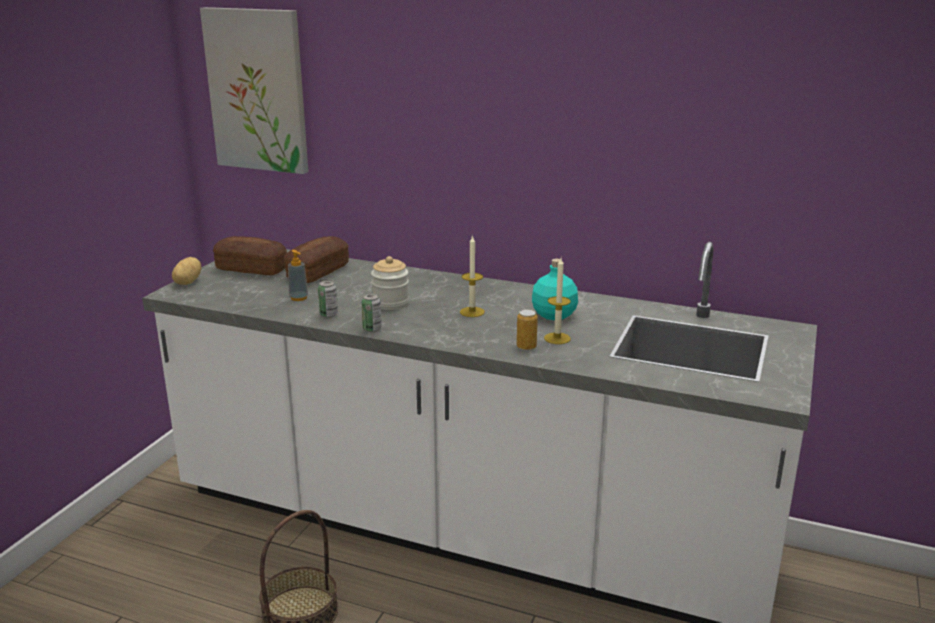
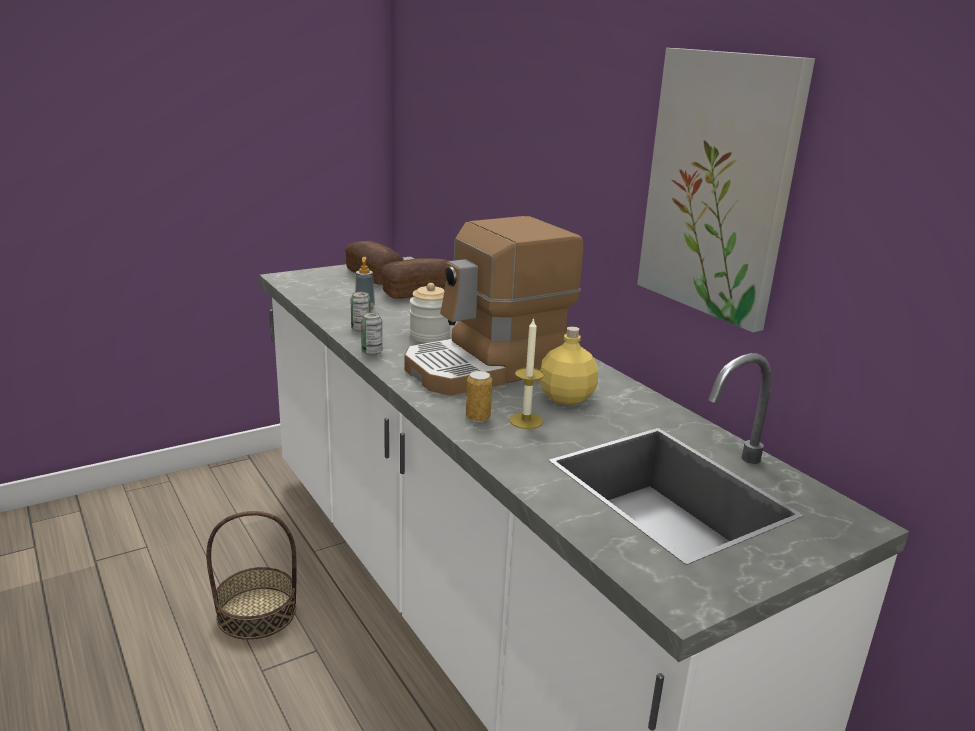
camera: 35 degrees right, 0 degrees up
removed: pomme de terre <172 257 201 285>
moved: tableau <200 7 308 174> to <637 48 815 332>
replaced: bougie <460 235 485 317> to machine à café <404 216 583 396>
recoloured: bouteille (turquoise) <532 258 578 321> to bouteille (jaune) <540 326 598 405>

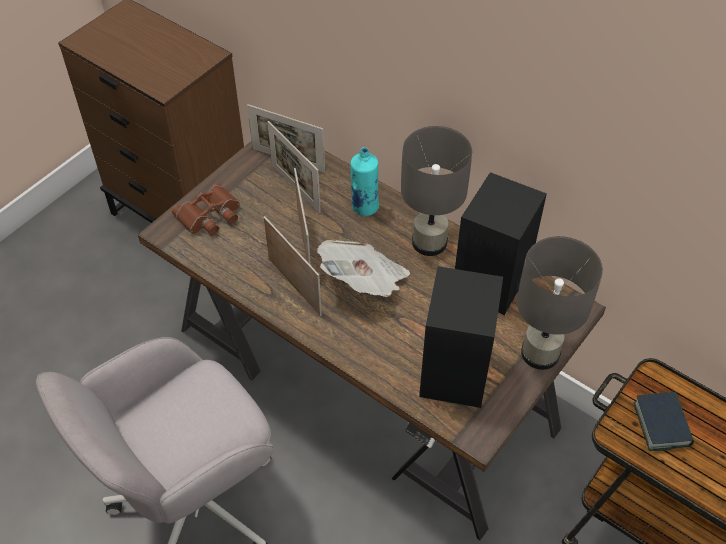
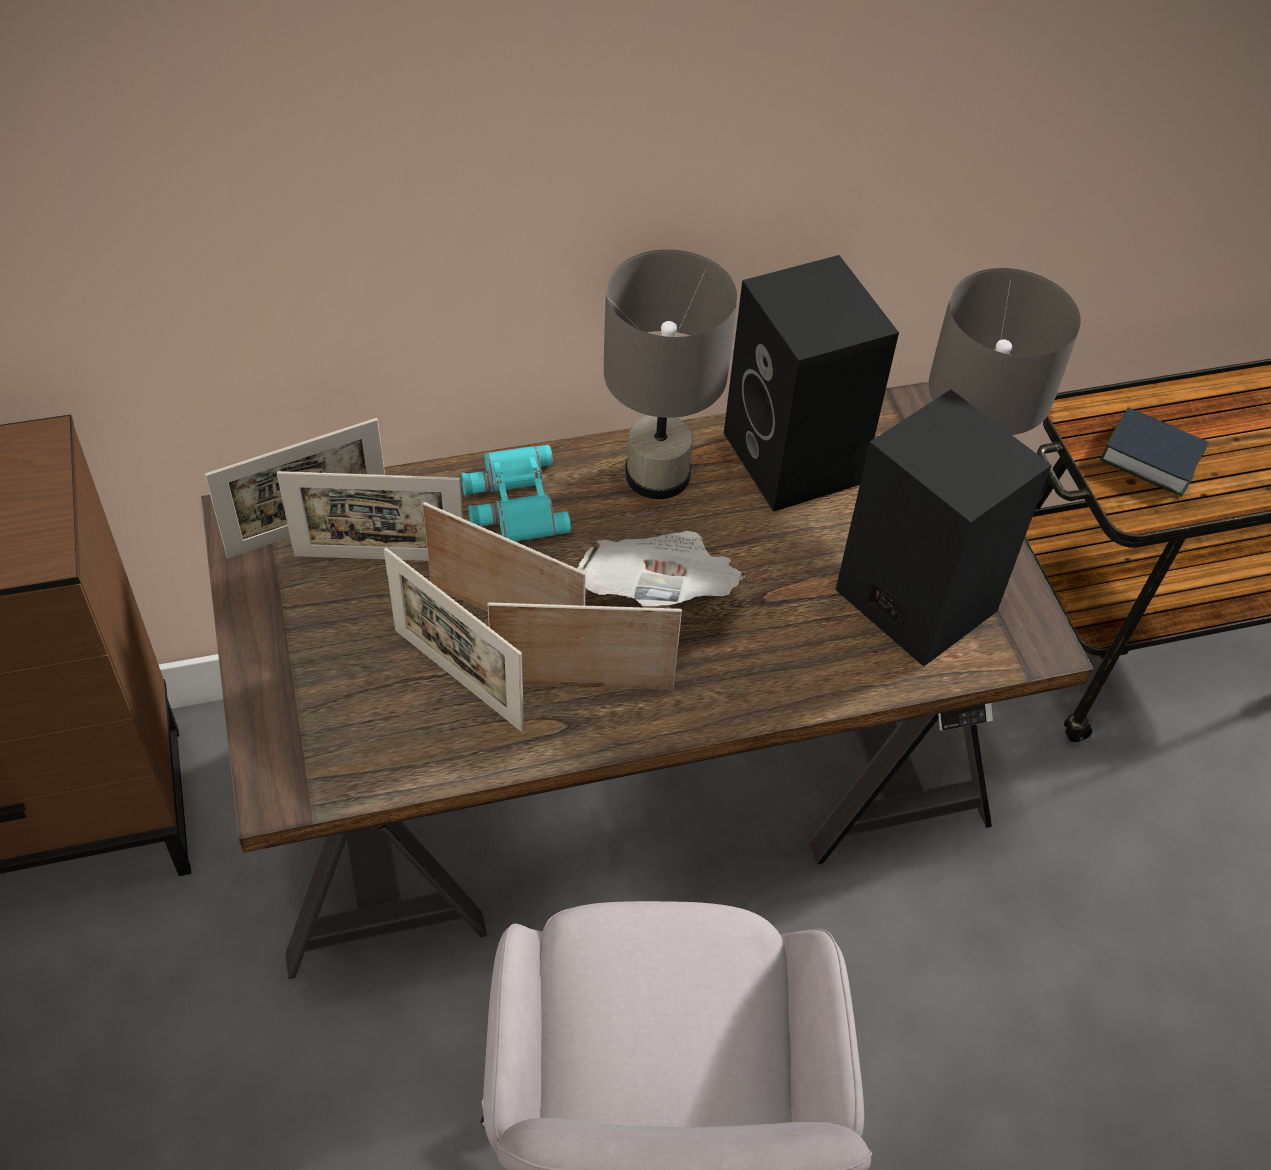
camera: 55 degrees left, 0 degrees up
removed: jumelles (marron) <172 183 240 236>
added: cadre photo <384 548 524 732>
replaced: bouteille (turquoise) <351 147 379 216> to jumelles (turquoise) <461 445 571 541>

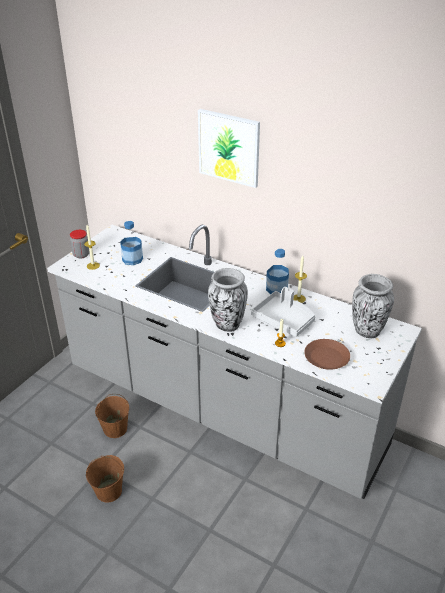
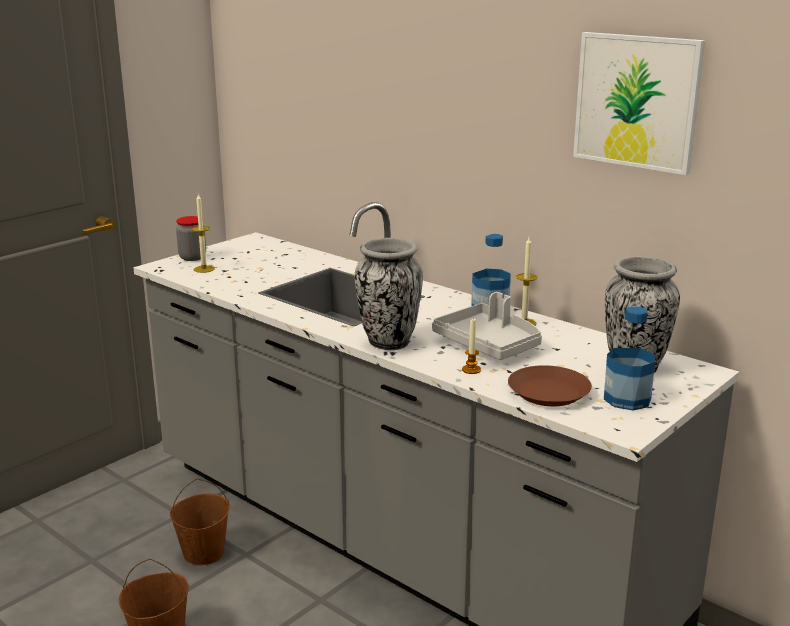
camera: 10 degrees right, 15 degrees down
moved: bouteille <120 221 143 265> to <604 307 655 410>; tableau <198 109 260 188> to <573 32 705 175>

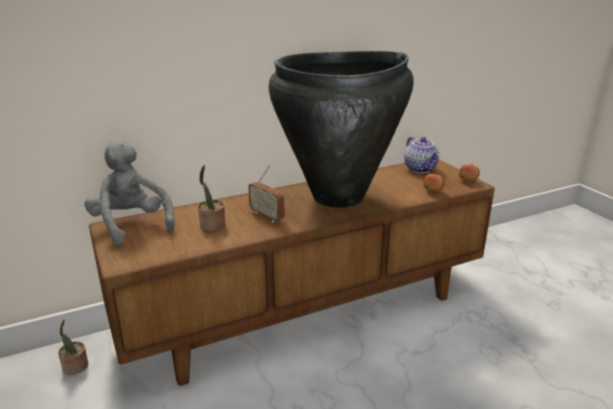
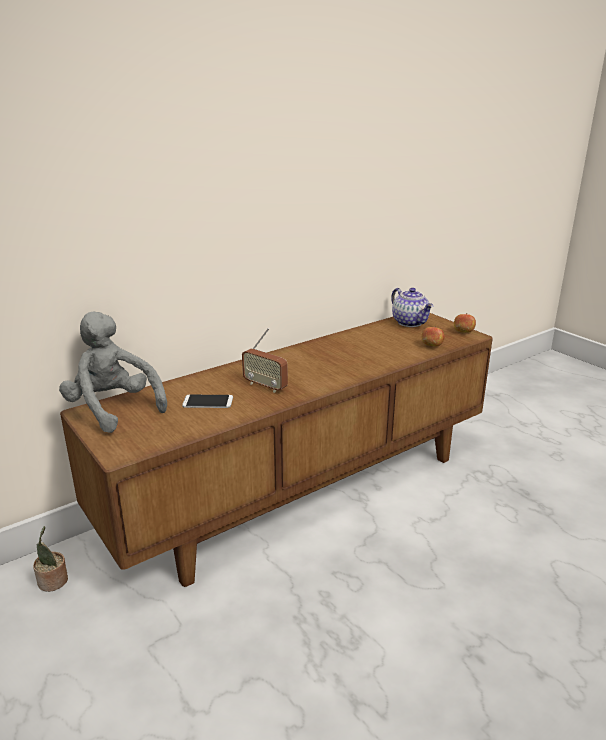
camera: 10 degrees left, 0 degrees up
removed: vase (noir) <269 51 414 208>
replaced: plante en pot <198 165 225 231> to téléphone <182 395 233 408>

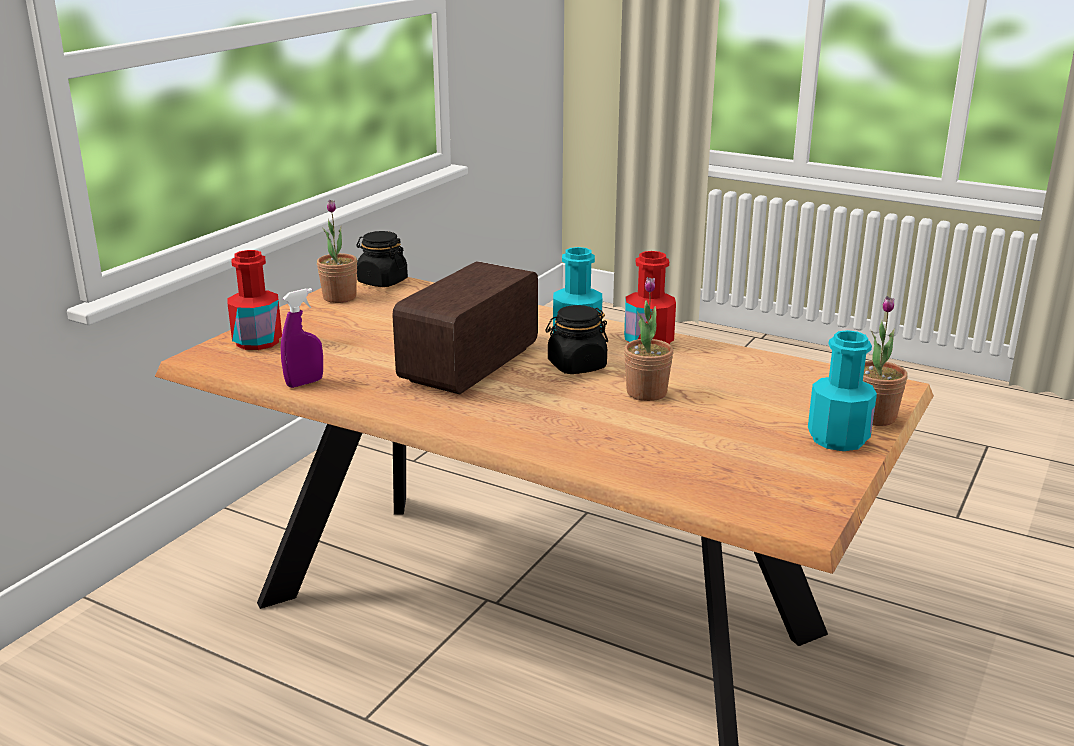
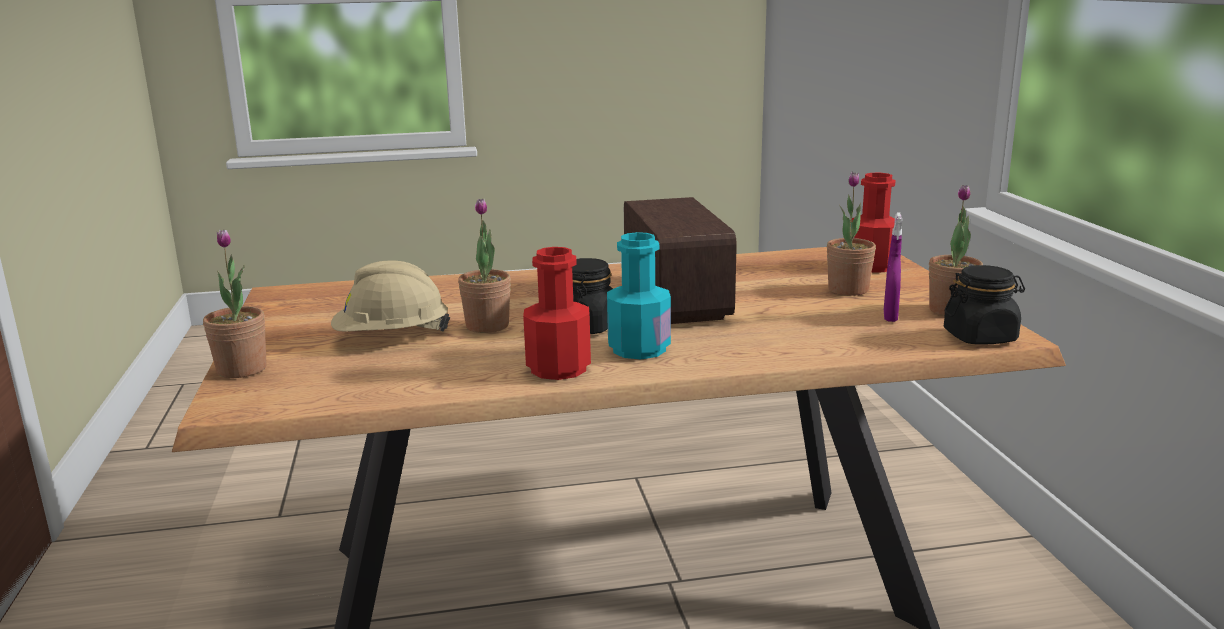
camera: 140 degrees right, 5 degrees down
removed: bouteille (turquoise) <808 330 877 451>
added: casque de chantier (beige) <331 261 450 332>; plante en pot <827 172 876 296>
moved: vaporisateur (violet) <281 288 323 388> to <884 212 902 322>

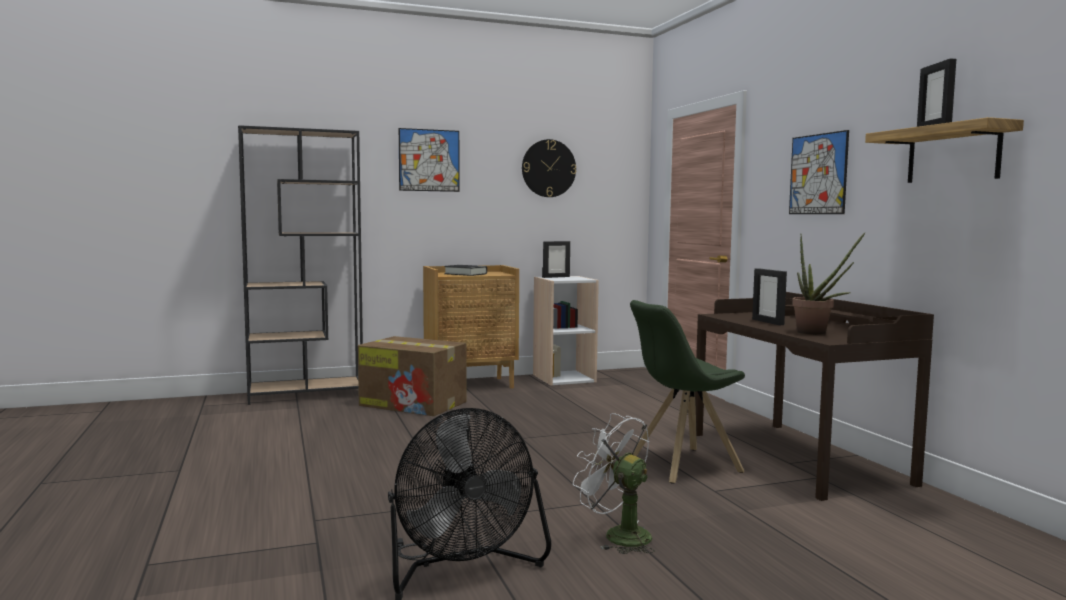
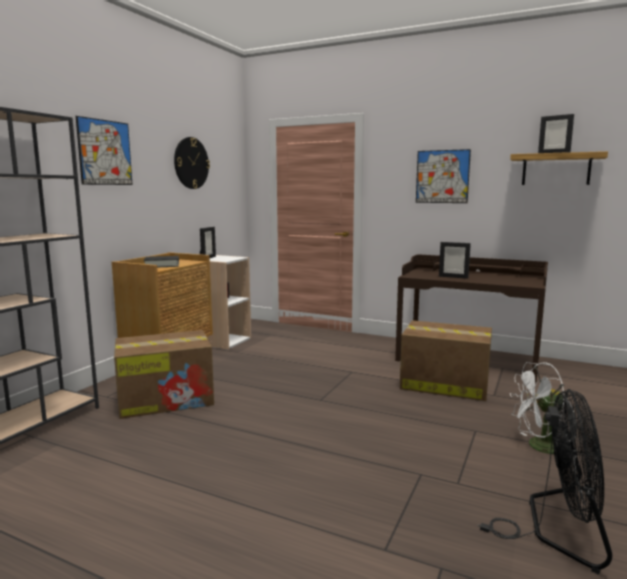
camera: 45 degrees left, 5 degrees up
removed: plante en pot <792 233 865 335>
replaced: chaise (vert) <630 300 745 483> to carton <400 320 492 401>

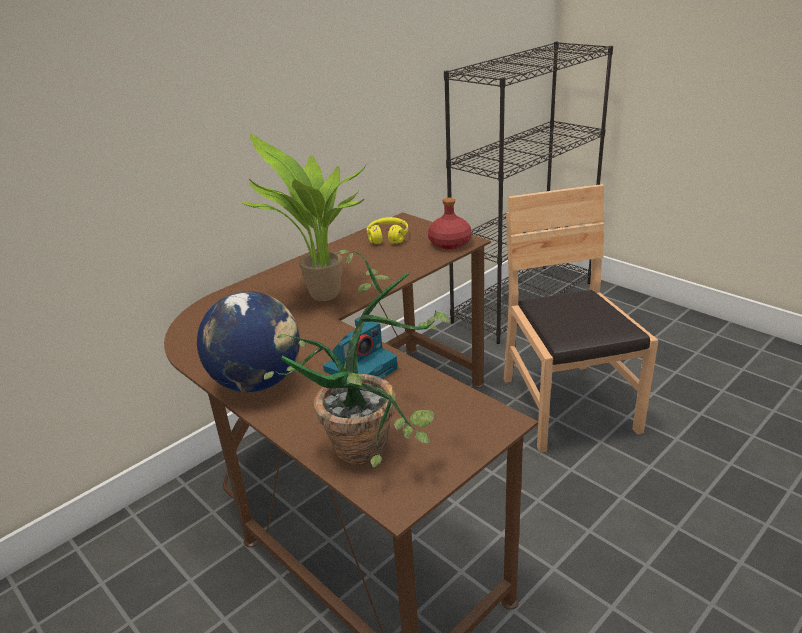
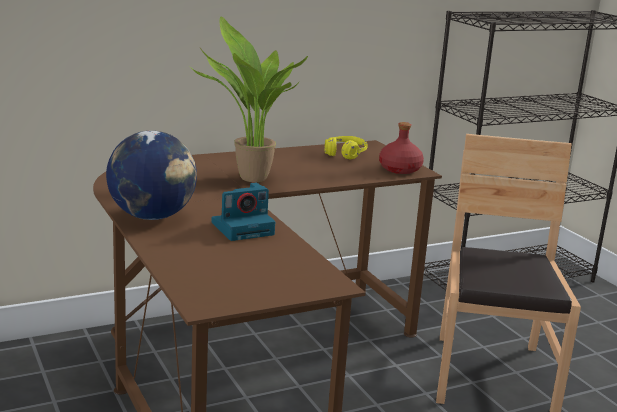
camera: 15 degrees right, 10 degrees down
removed: plante en pot <264 249 450 467>

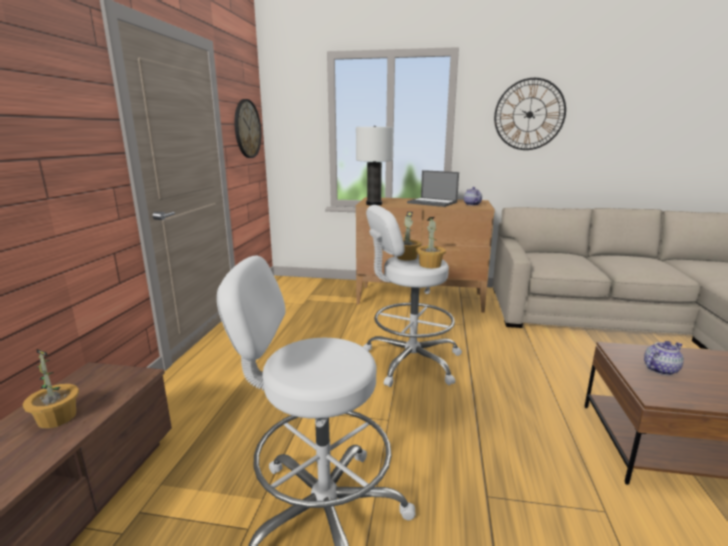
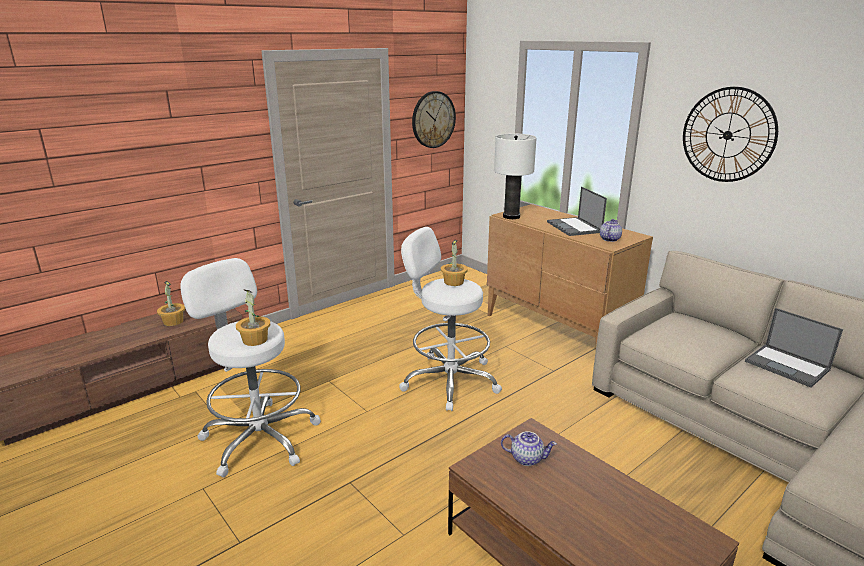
camera: 40 degrees right, 5 degrees up
added: ordinateur portable <745 308 843 388>
moved: plante en pot <416 217 446 268> to <236 290 270 346>

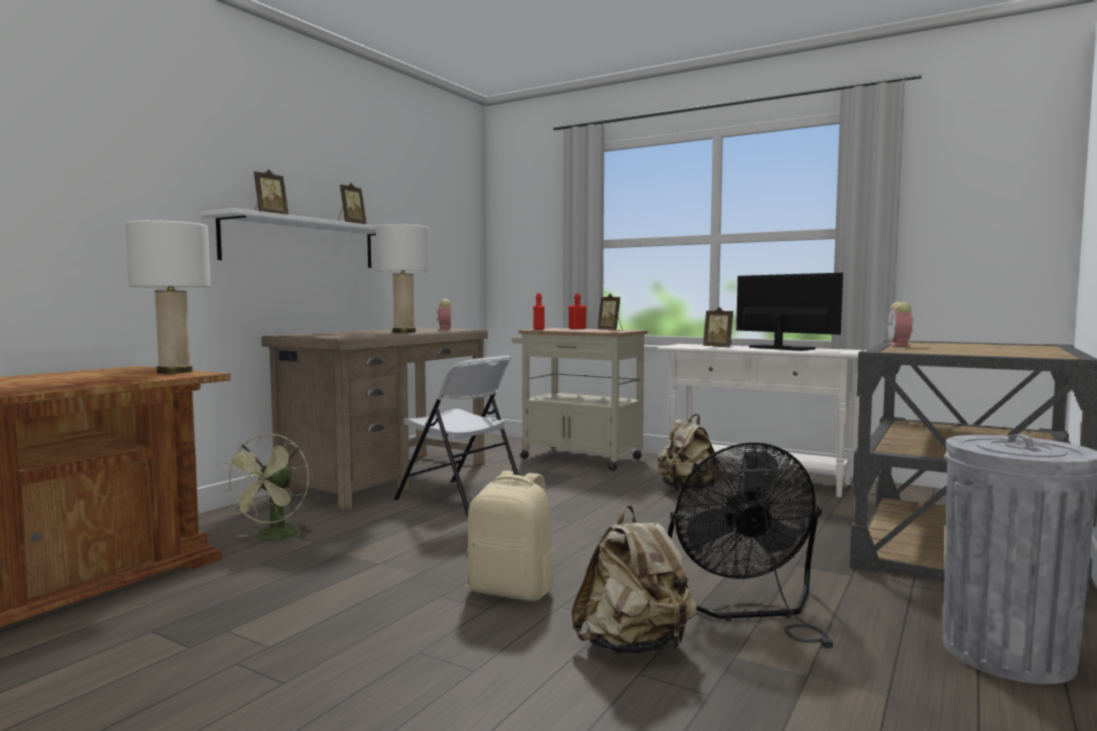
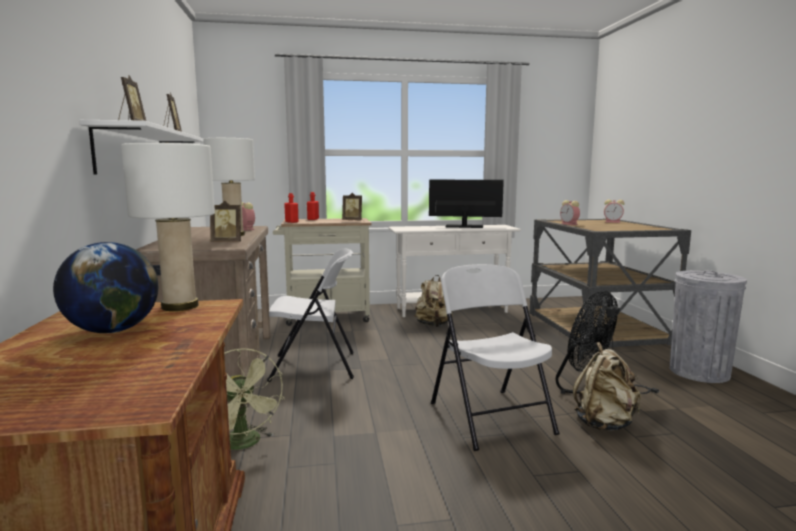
camera: 40 degrees left, 5 degrees up
added: globe <53 242 158 333>; réveil <604 199 624 223>
moved: cadre photo <703 307 733 348> to <210 201 241 242>
replaced: sac à dos (beige) <467 471 554 601> to chaise (blanc) <431 264 560 451>

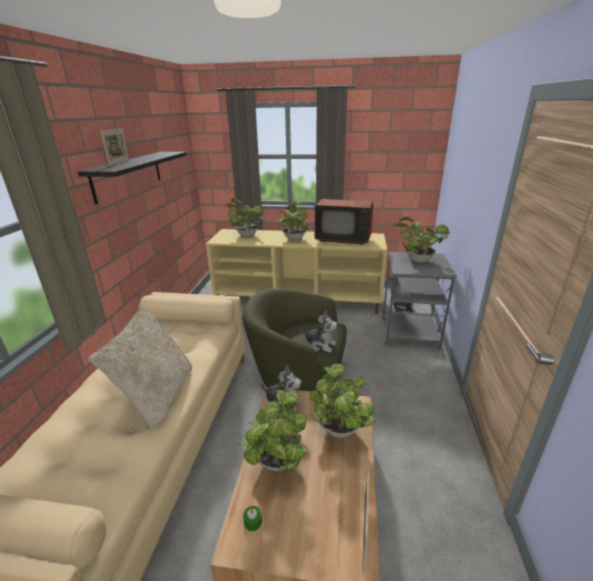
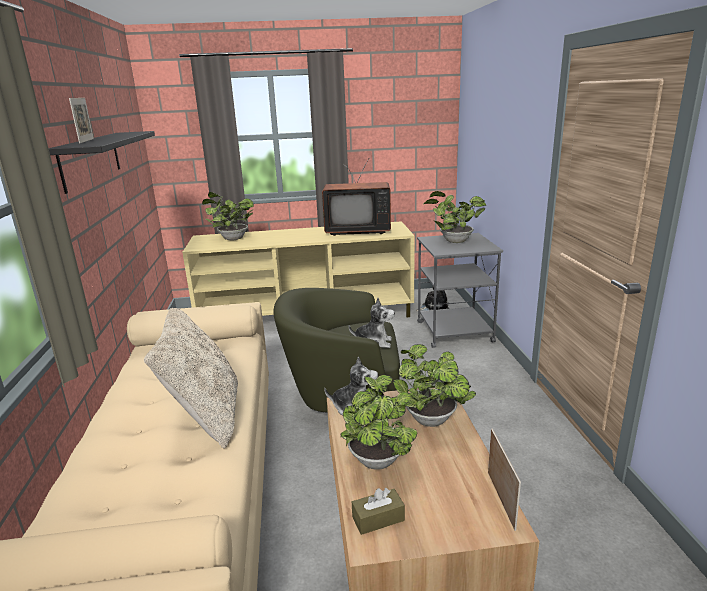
camera: 15 degrees left, 5 degrees down
removed: plante en pot <278 199 310 241>
replaced: bougie (vert) <243 506 262 531> to boîte à mouchoirs (marron) <352 488 405 535>

